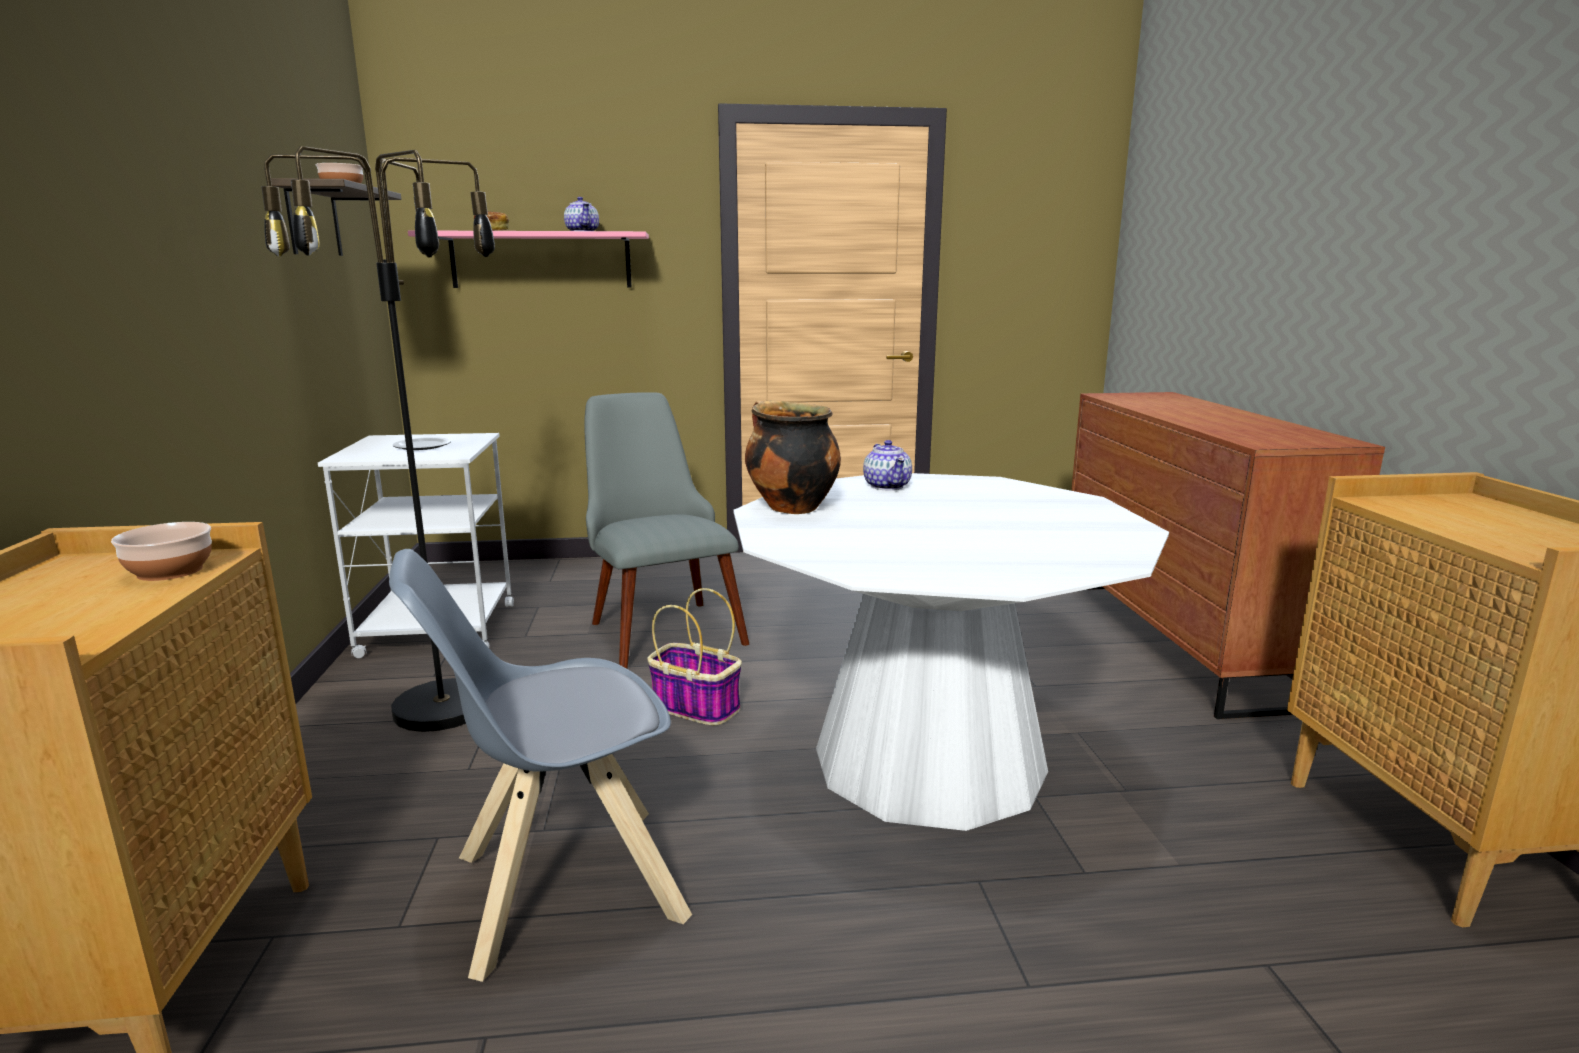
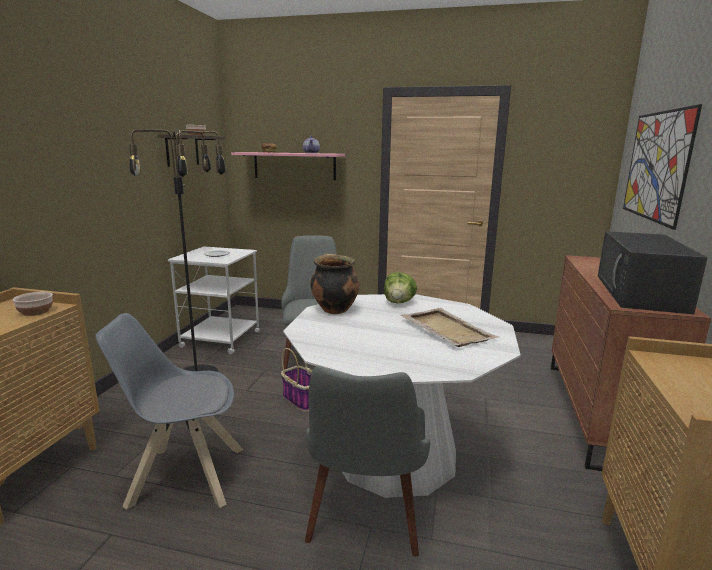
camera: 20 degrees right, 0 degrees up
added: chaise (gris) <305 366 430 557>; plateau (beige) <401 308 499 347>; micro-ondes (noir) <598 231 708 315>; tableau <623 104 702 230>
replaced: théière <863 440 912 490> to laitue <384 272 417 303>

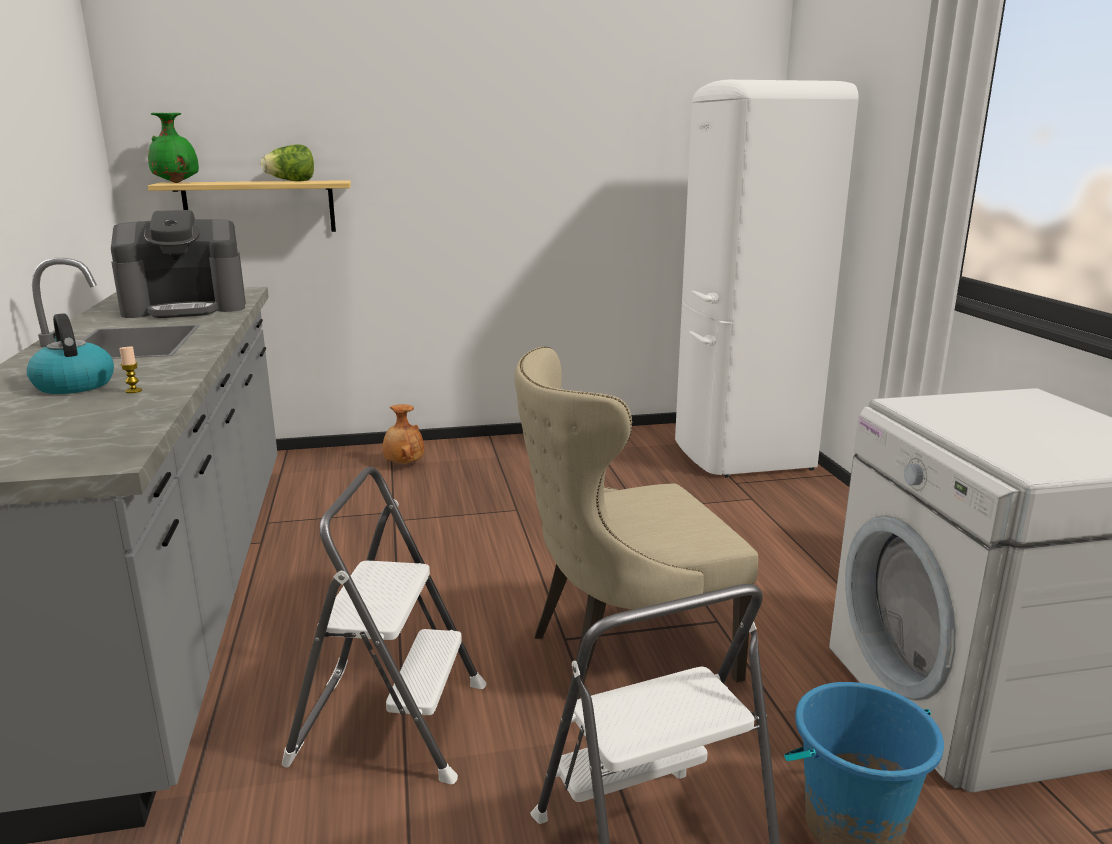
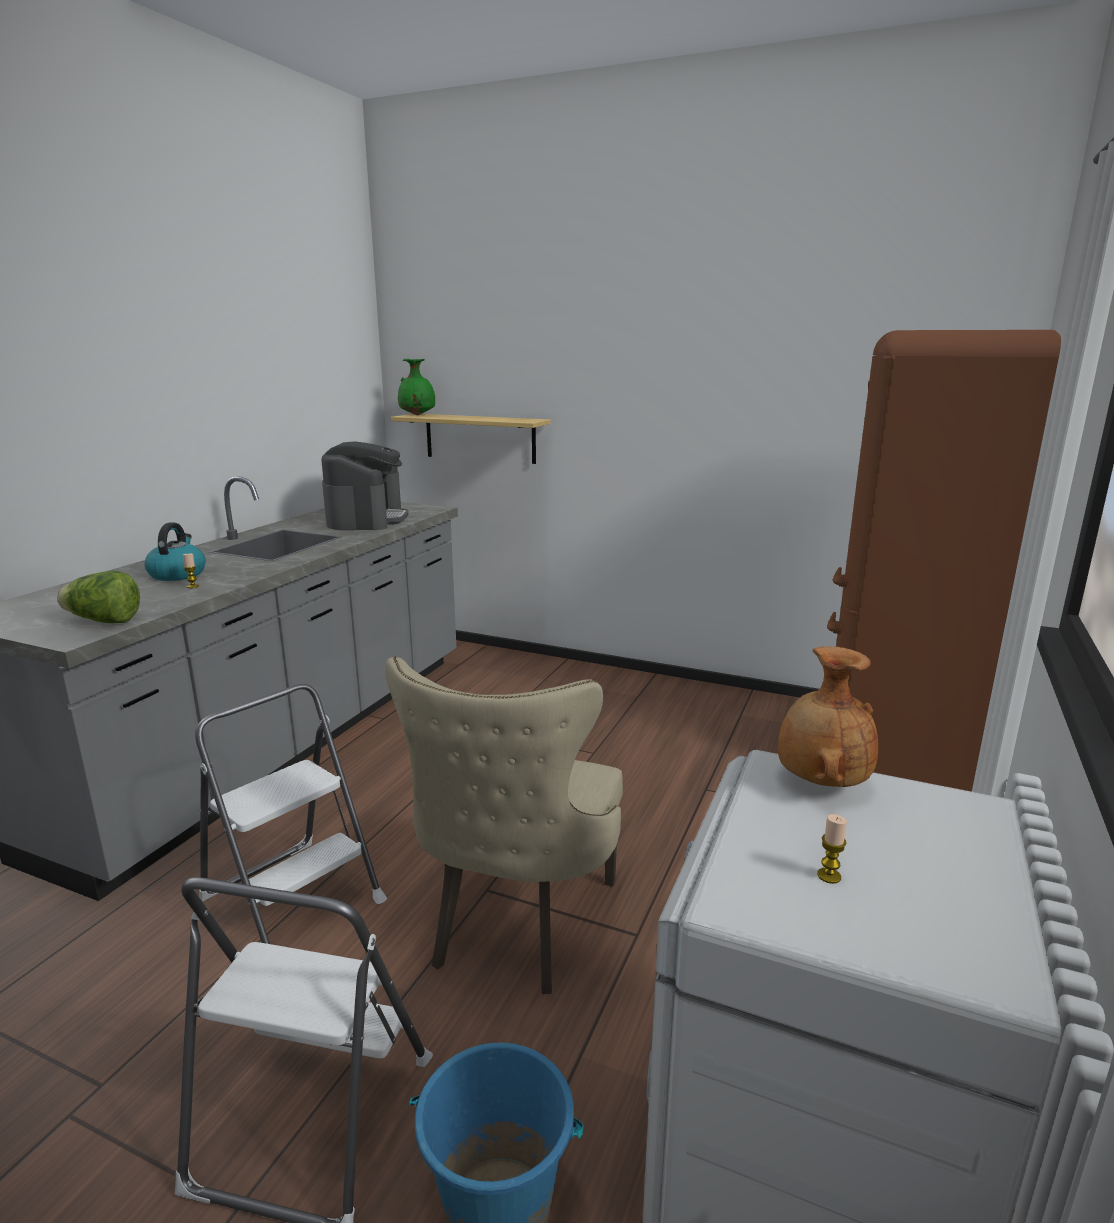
camera: 35 degrees right, 0 degrees up
added: bougie <817 814 847 884>
moved: laitue <261 145 314 181> to <57 571 140 623>; vase (marron) <383 404 424 464> to <778 646 878 787>
recoloured: réfrigérateur (blanc) <675 80 859 478> to réfrigérateur (marron) <827 330 1061 792>
turned: machine à café <111 210 246 318> = <321 441 409 530> 105 degrees counterclockwise; chaise (beige) <514 347 758 699> = <386 656 623 994> 90 degrees counterclockwise

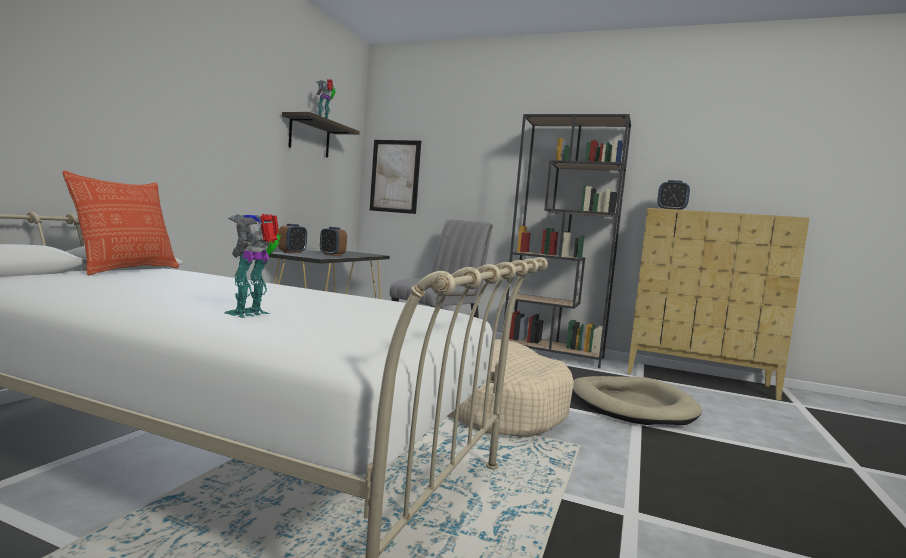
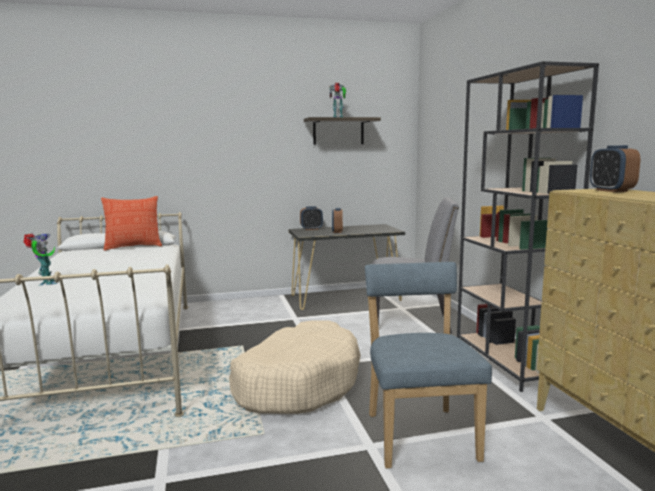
camera: 55 degrees right, 5 degrees up
removed: tableau <370 140 421 214>
replaced: panier pour chien (beige) <572 376 702 425> to chaise (bleu) <365 262 492 469>
turned: robot jouet <224 214 281 318> = <23 233 57 285> 90 degrees clockwise

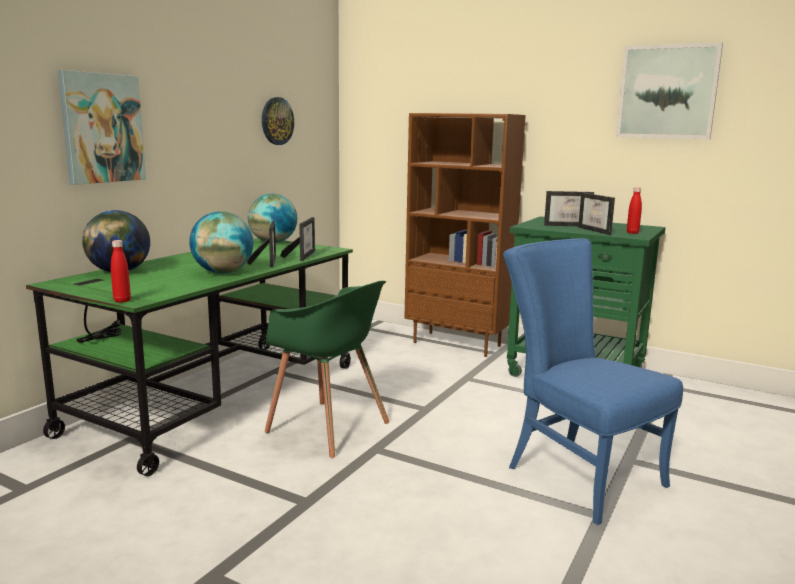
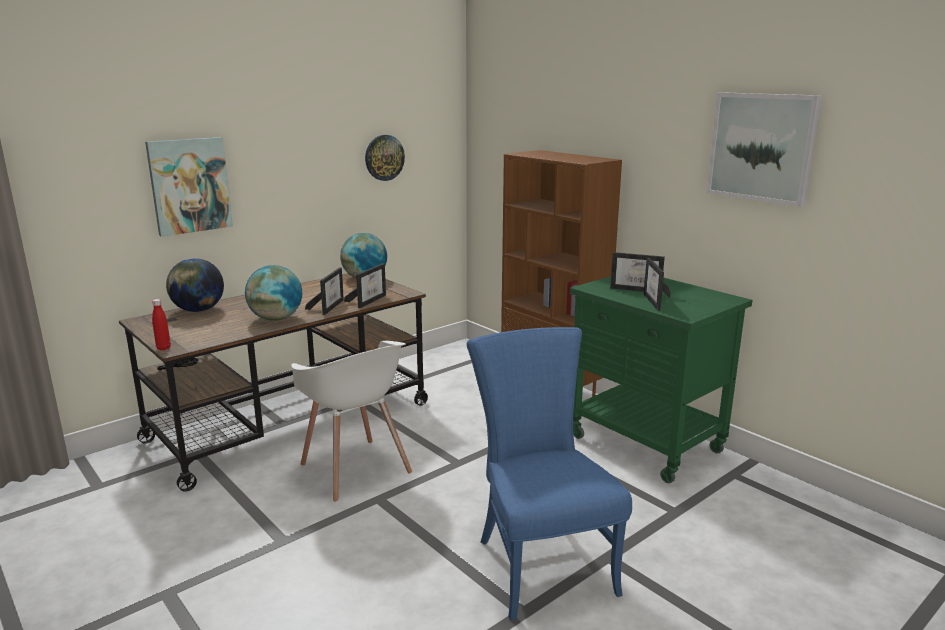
camera: 20 degrees right, 5 degrees up
removed: bouteille (rouge) <627 187 642 234>
recoloured: bureau (vert) <26 238 353 476> to bureau (marron) <119 273 428 492>; chaise (vert) <265 281 389 458> to chaise (blanc) <291 341 412 501>

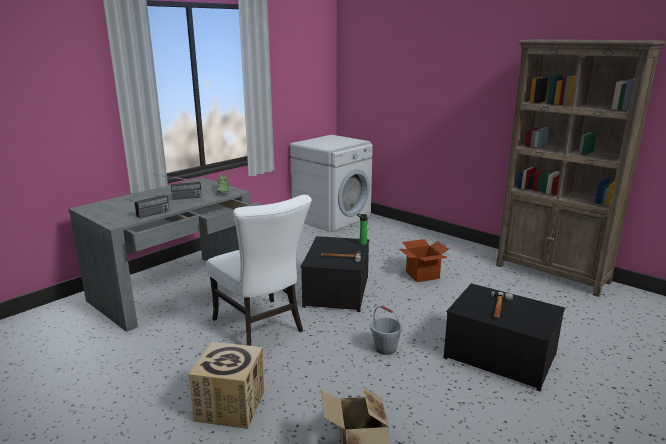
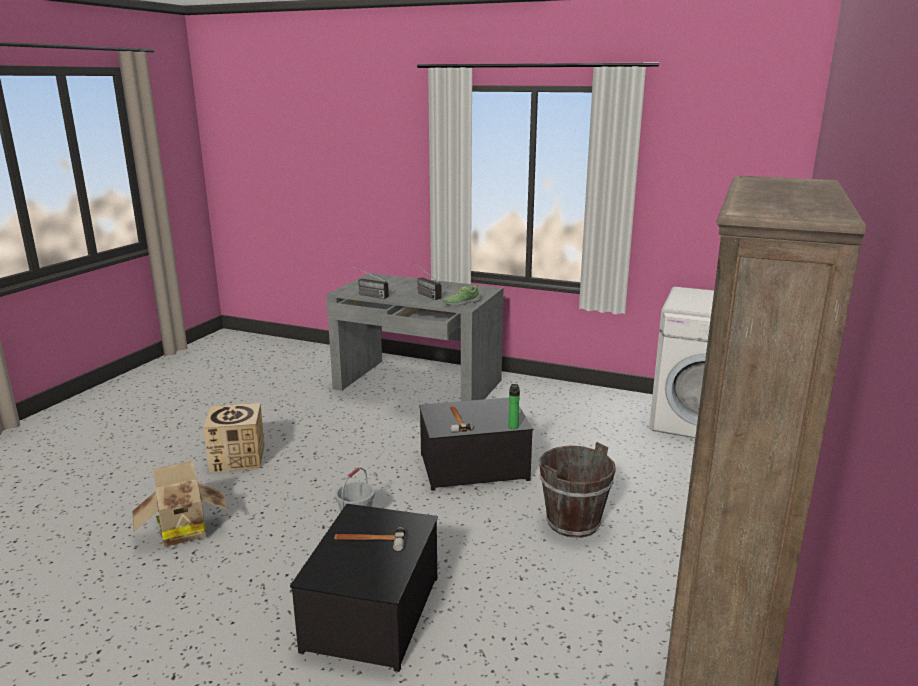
camera: 70 degrees right, 0 degrees up
removed: chaise (blanc) <206 195 312 346>
replaced: carton <400 239 449 282> to seau (marron) <539 442 616 538>

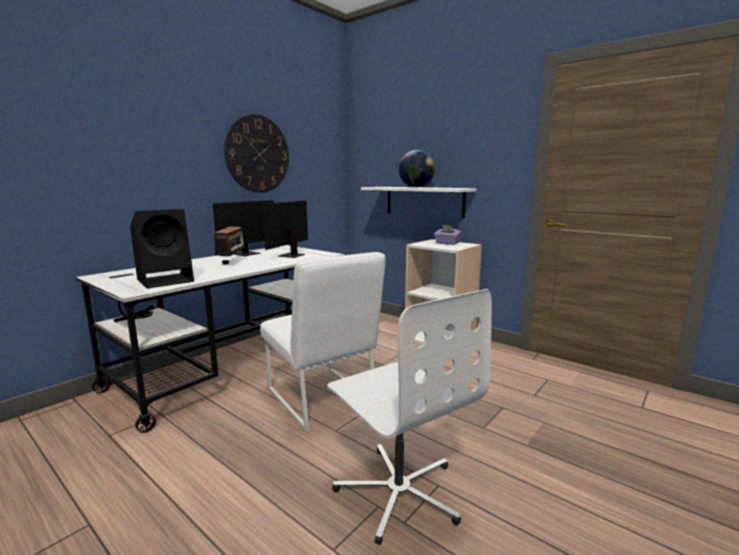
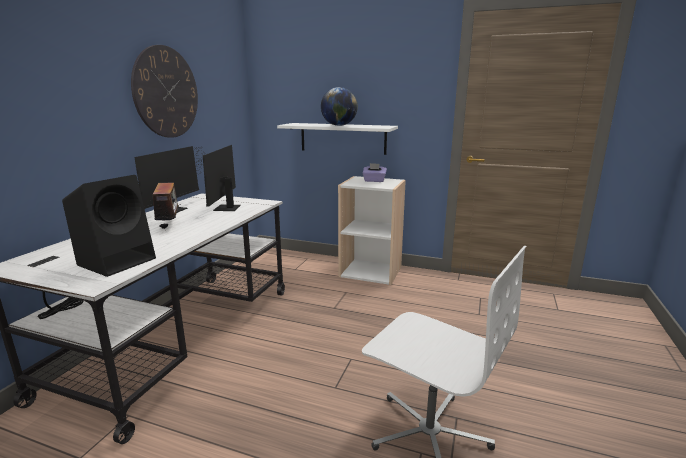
camera: 20 degrees left, 5 degrees up
removed: chaise (blanc) <260 252 385 432>

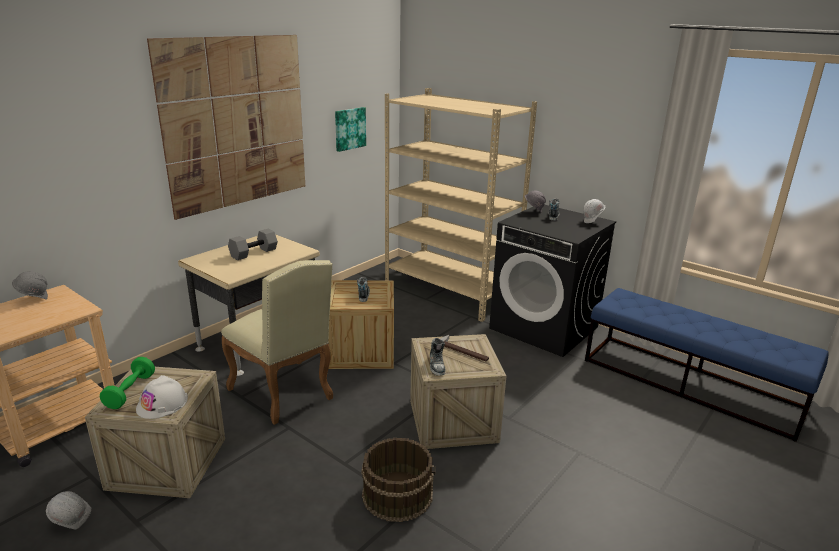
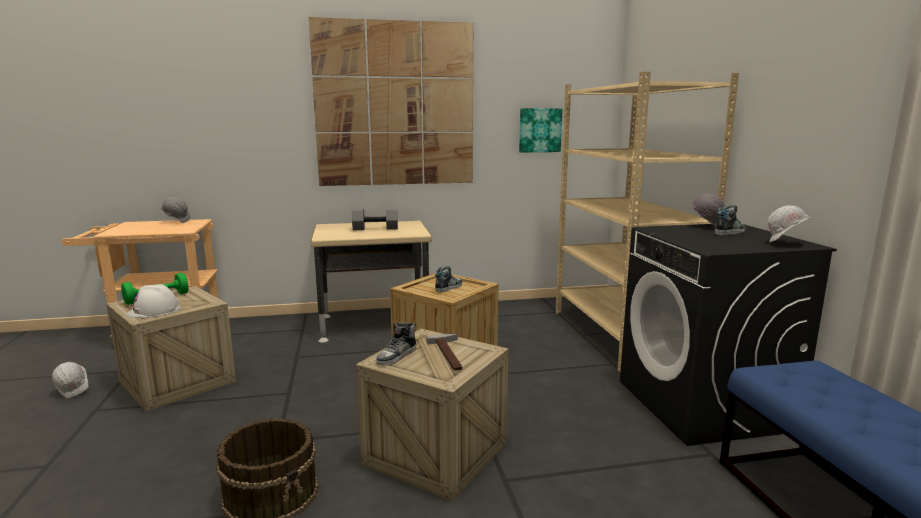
camera: 40 degrees right, 10 degrees down
removed: chaise (beige) <221 260 333 425>

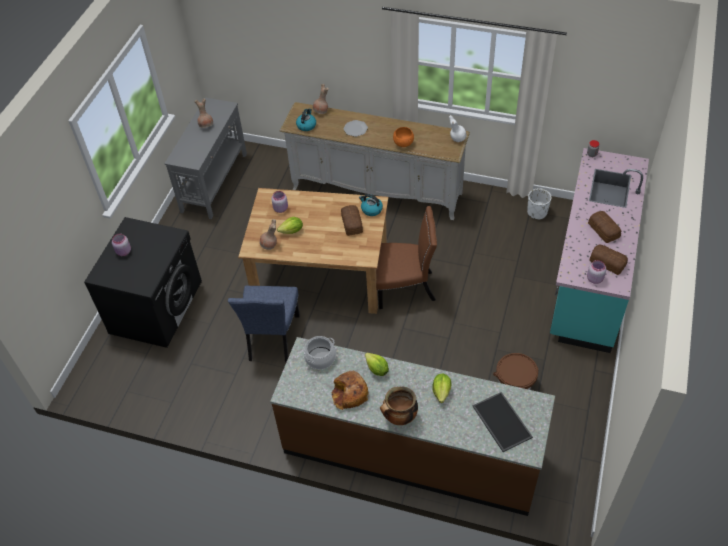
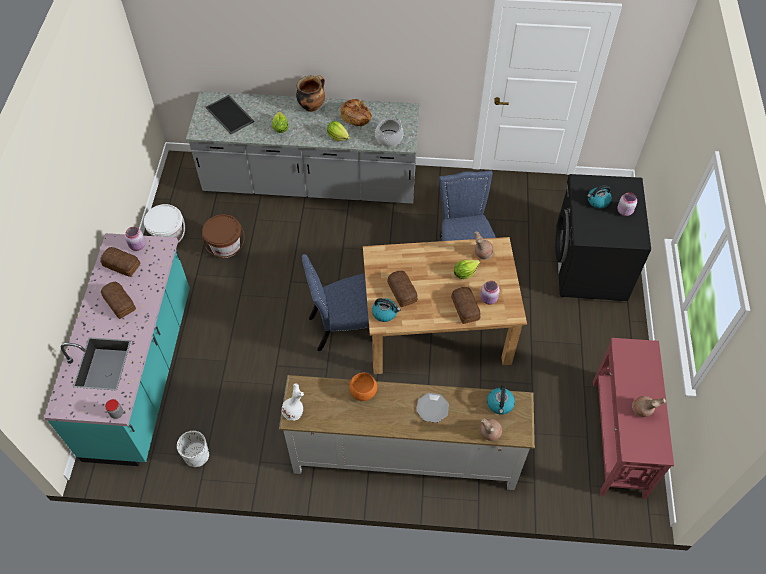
camera: 165 degrees right, 5 degrees up
added: seau (blanc) <144 204 185 243>; pain <451 287 481 324>; bouilloire <587 185 612 208>
recoloured: table console (gris) <164 97 247 219> to table console (rouge) <593 338 674 499>; comptoir de cuisine (marron) <270 337 555 516> to comptoir de cuisine (gris) <186 91 420 204>; chaise (marron) <376 206 437 309> to chaise (bleu) <302 254 369 351>

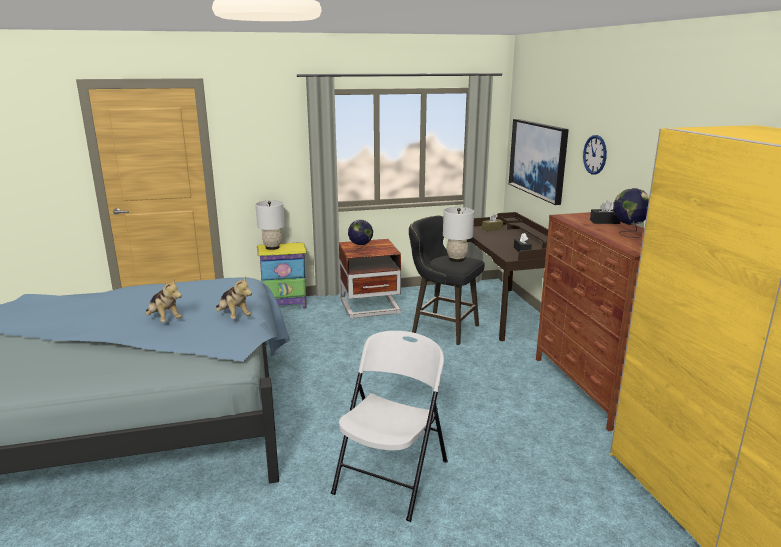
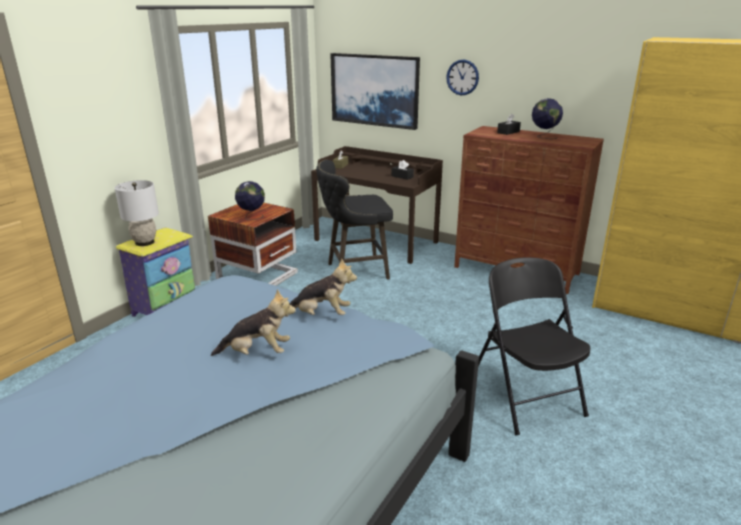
camera: 45 degrees left, 5 degrees up
removed: lampe de table (blanc) <443 207 474 262>
recoloured: chaise (blanc) <331 331 448 522> to chaise (noir) <478 257 590 436>

